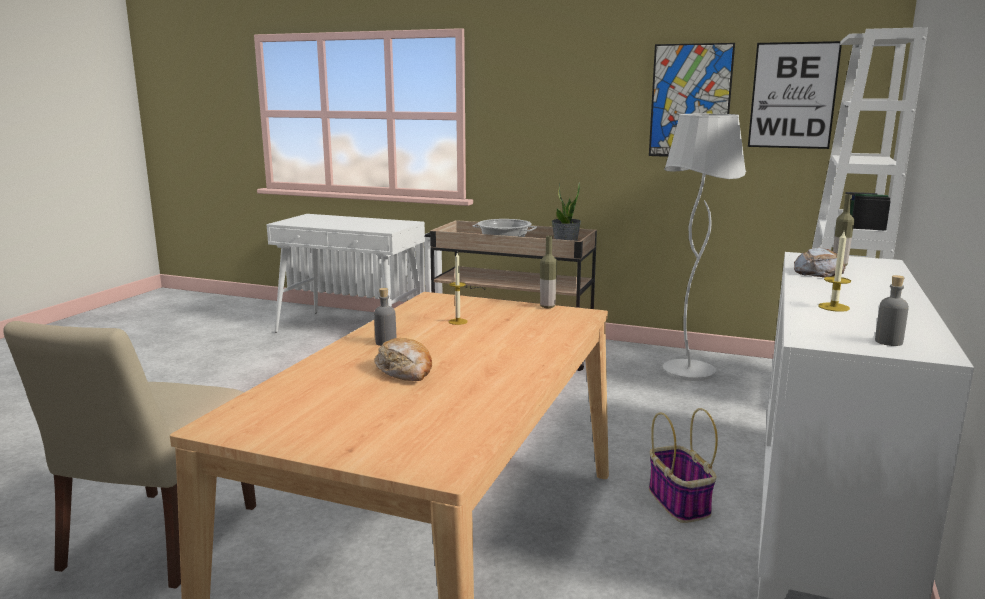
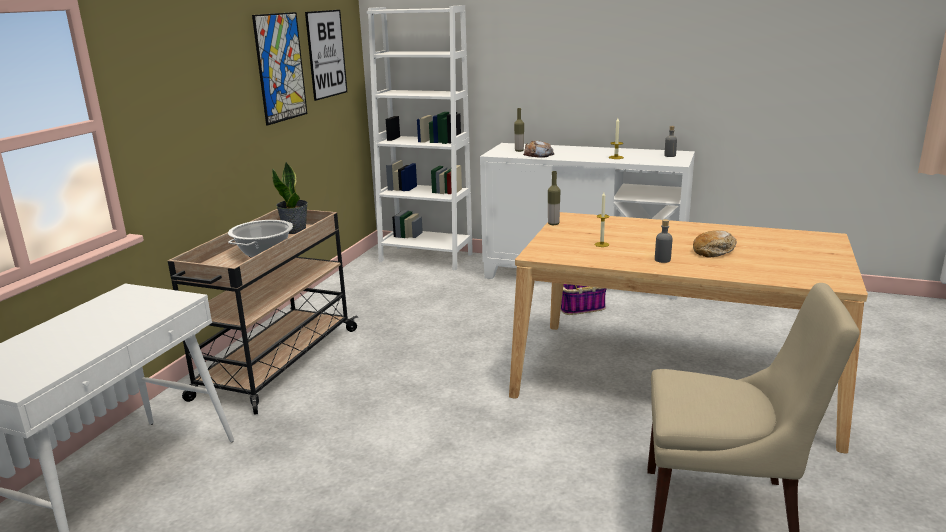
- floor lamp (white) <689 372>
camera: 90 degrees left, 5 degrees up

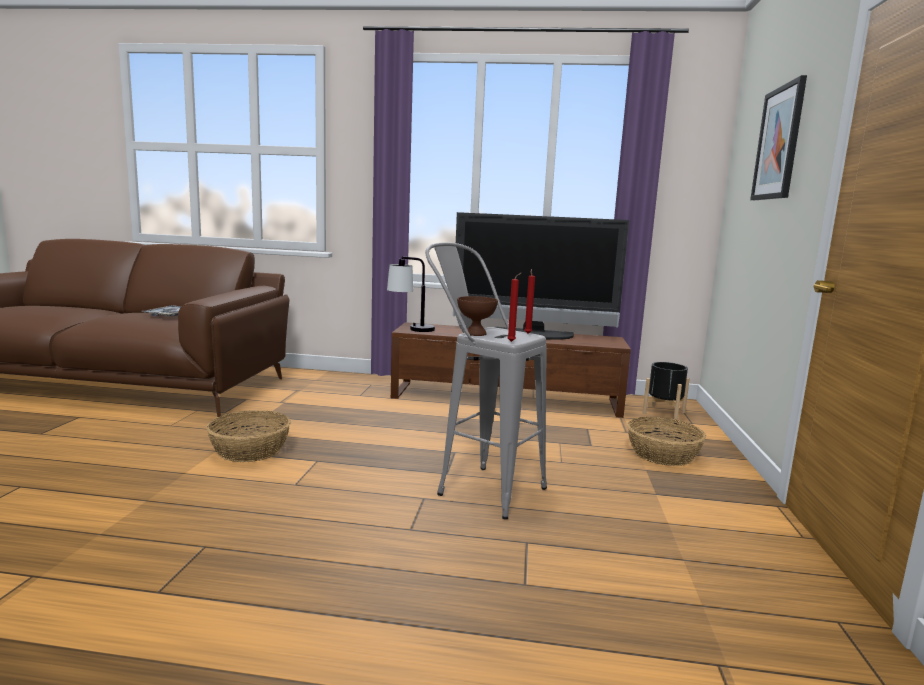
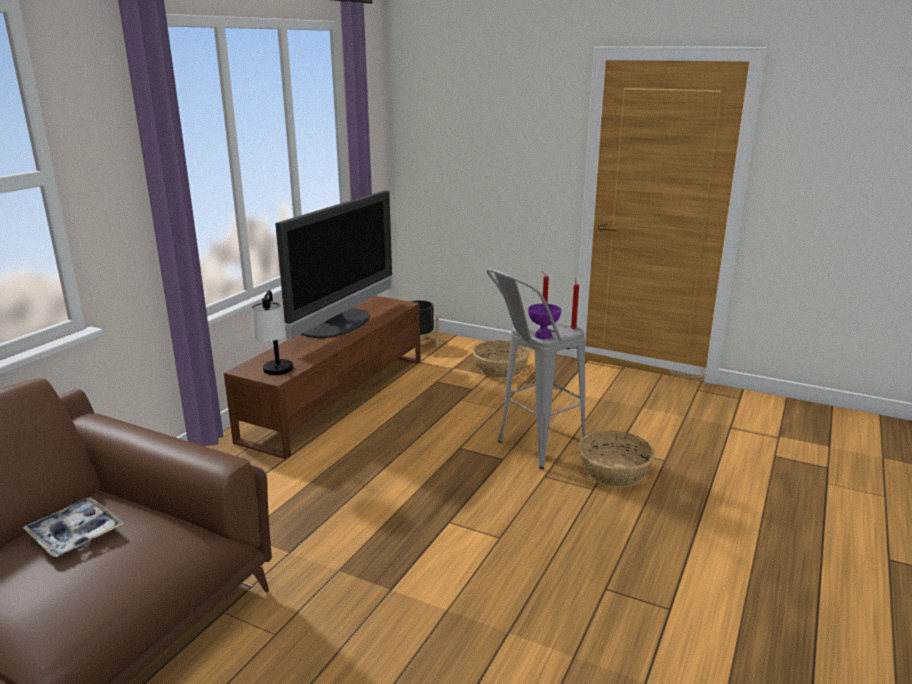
- picture <778 143>
~ basket <250 450> to <613 472>
~ bowl (brown) <476 334> to bowl (purple) <543 335>
camera: 70 degrees left, 10 degrees up

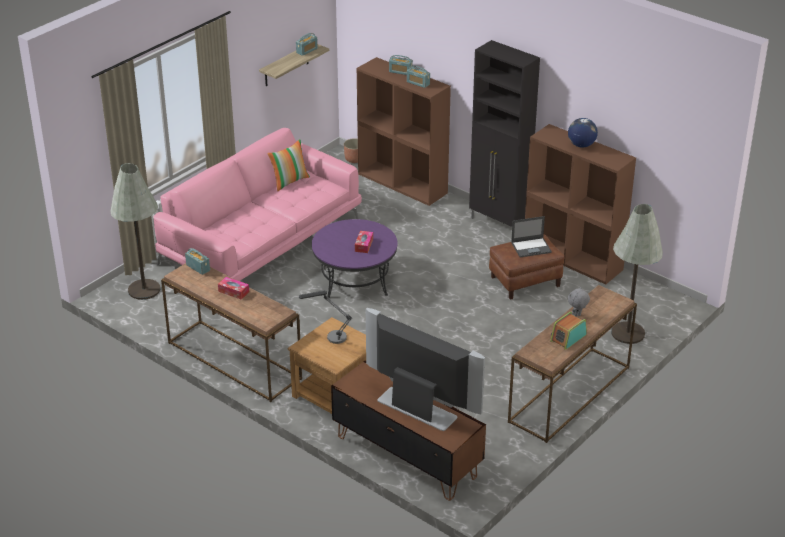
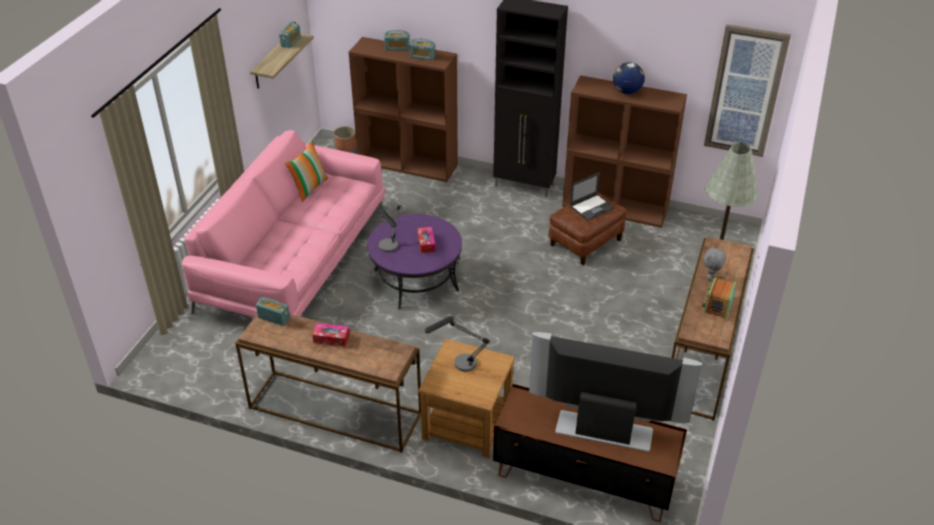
- floor lamp (grey) <144 290>
+ table lamp <390 249>
+ picture <745 91>
camera: 20 degrees left, 5 degrees up

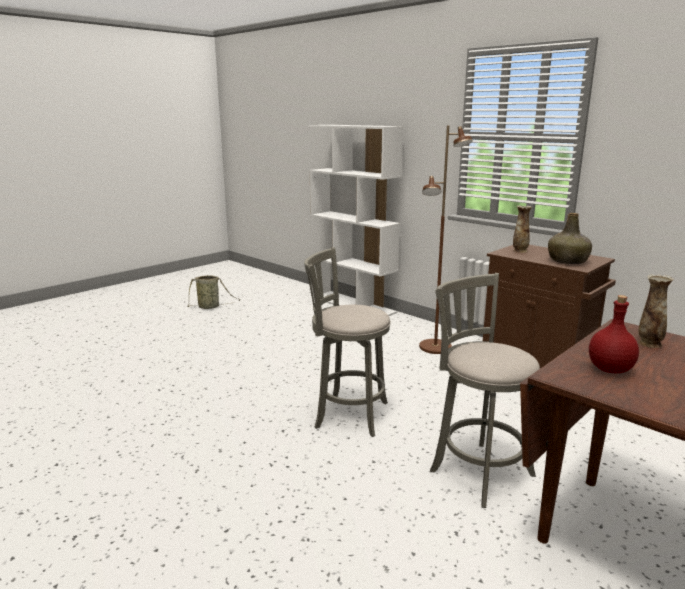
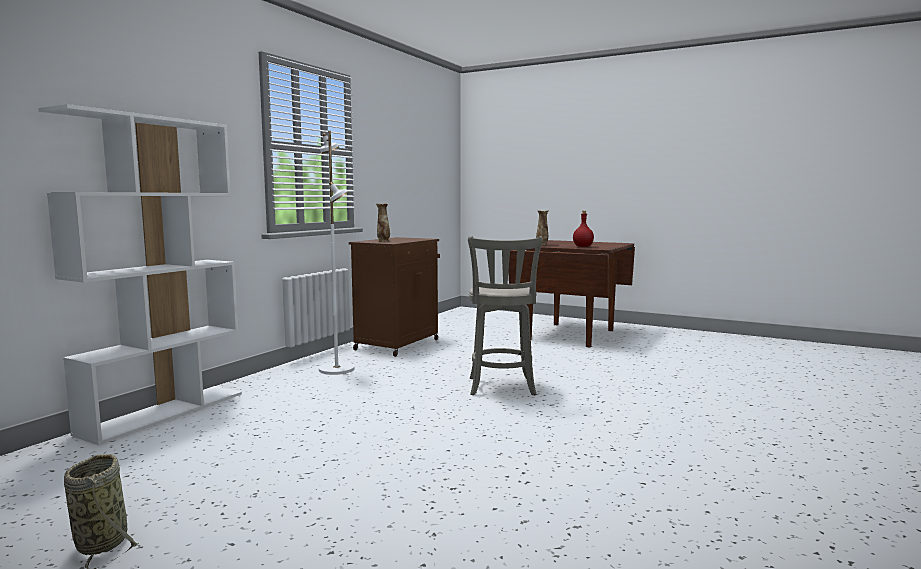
- stool (grey) <477 470>
- bottle (green) <568 261>
~ floor lamp (brown) <435 347> to floor lamp (white) <337 369>
camera: 105 degrees left, 10 degrees down

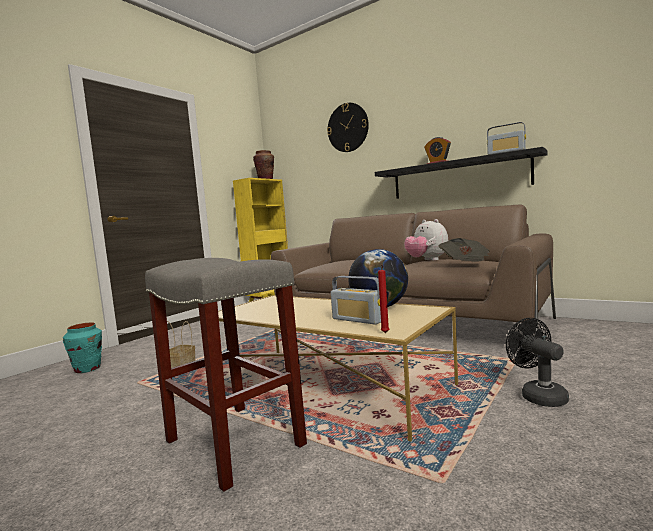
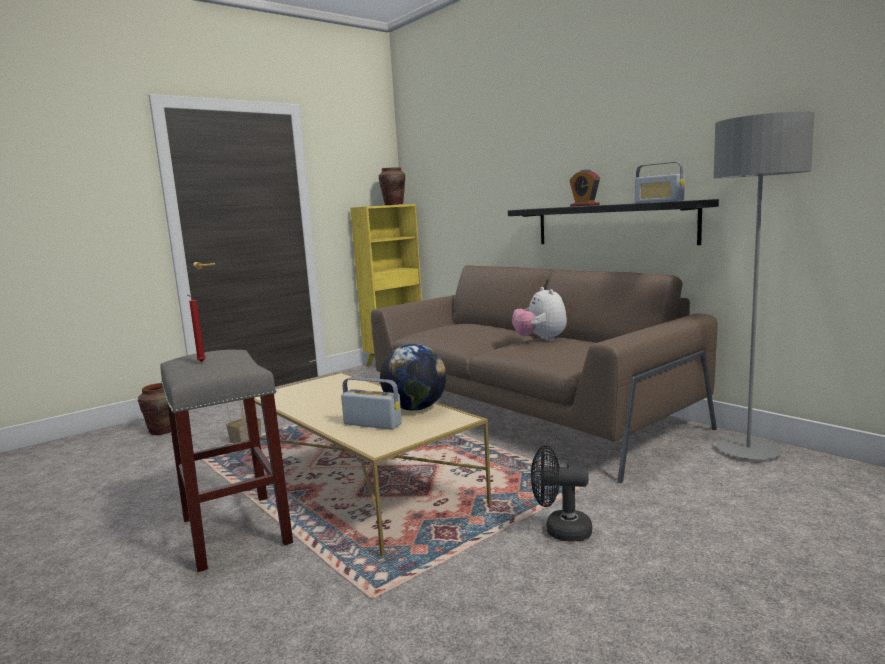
- wall clock <348 127>
- newspaper <466 264>
+ floor lamp (grey) <748 451>
~ candle (red) <385 333> to <200 362>
~ vase (turquoise) <87 369> to vase (brown) <162 431>
~ radio <358 320> = <372 424> 150 degrees clockwise
~ fan (black) <538 395> = <560 530> 75 degrees counterclockwise
camera: 15 degrees right, 5 degrees up

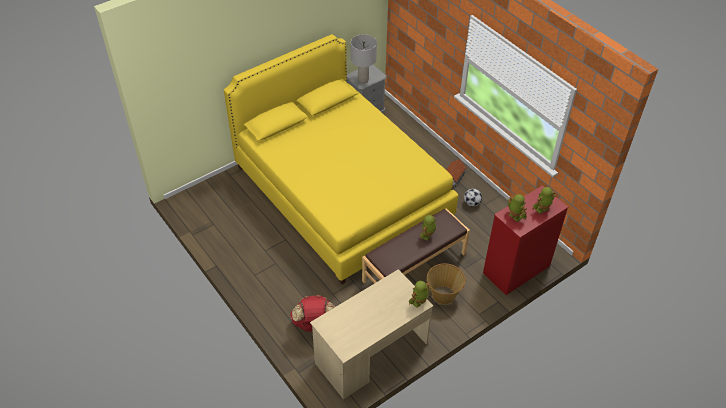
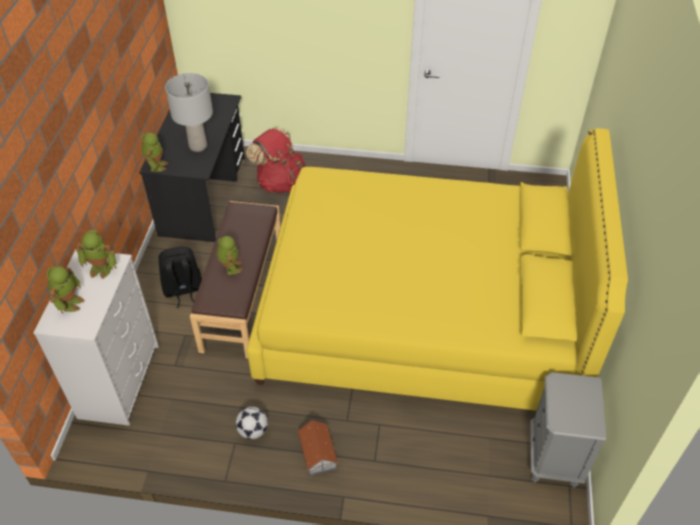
~ table lamp (grey) <363 80> to <197 146>
~ basket <443 294> to backpack (black) <183 290>
~ desk (beige) <371 353> to desk (black) <203 195>
~ dresser (red) <516 270> to dresser (white) <119 380>
camera: 135 degrees right, 0 degrees up

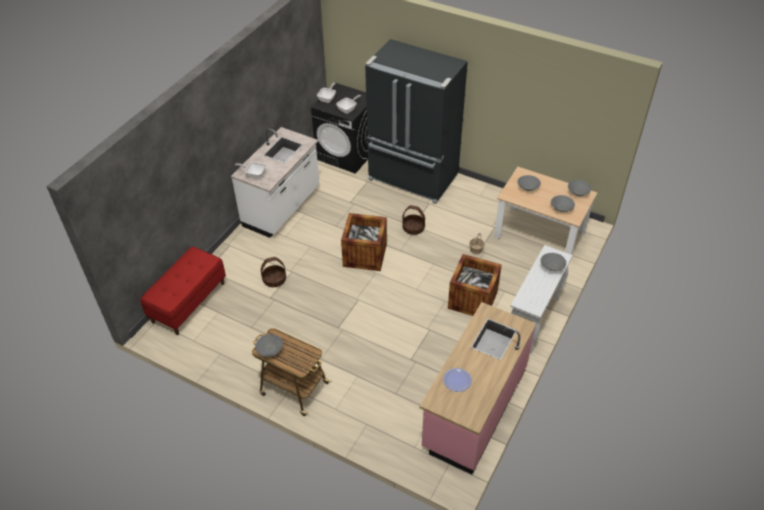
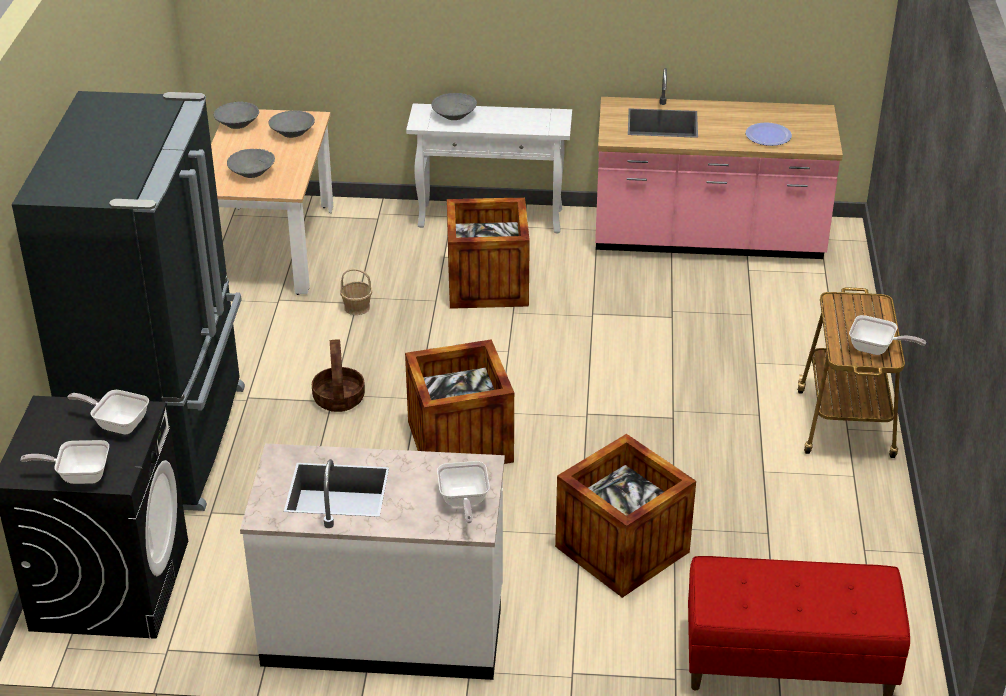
~ bowl (grey) <270 350> to frying pan <876 349>
~ basket <274 280> to crate <622 549>
camera: 115 degrees left, 10 degrees down

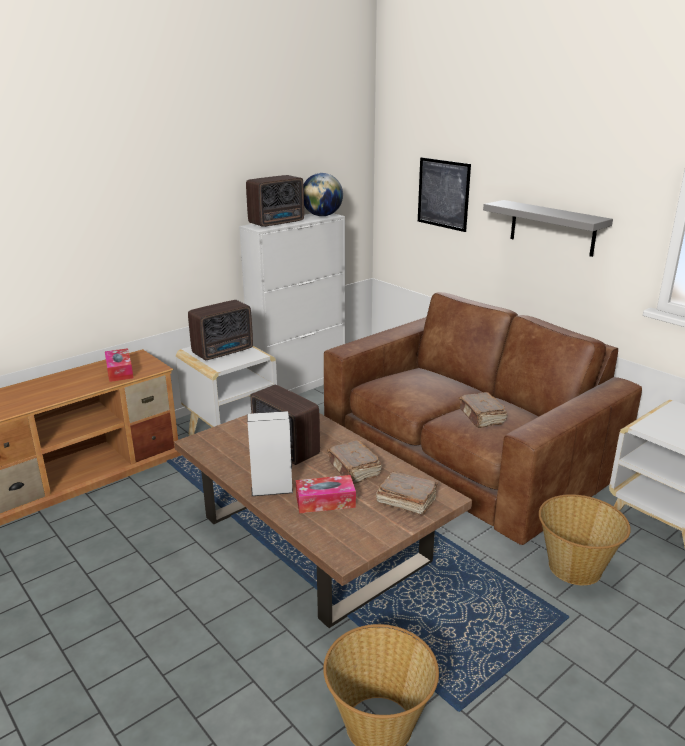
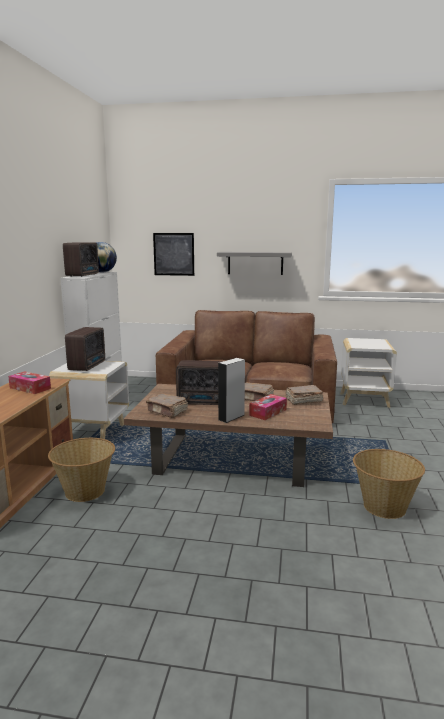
~ book (brown) <481 417> to <167 412>
~ basket <575 568> to <85 492>
camera: 40 degrees left, 10 degrees down

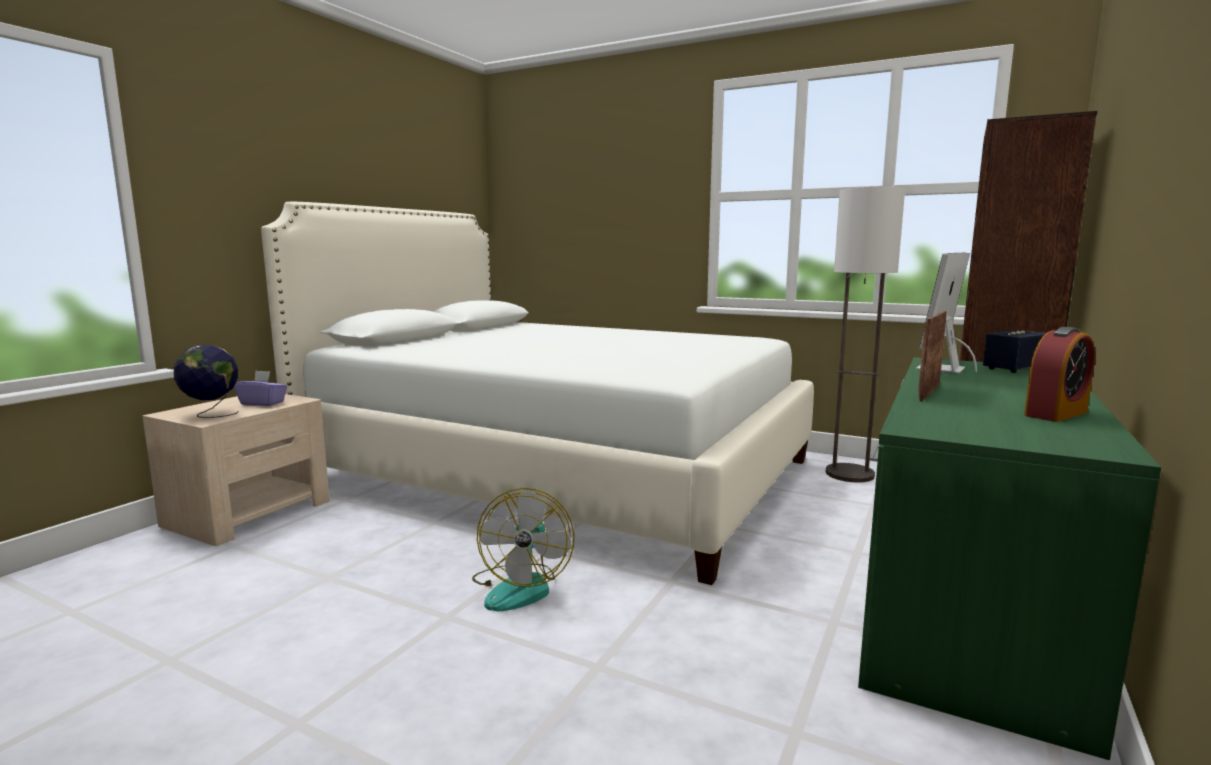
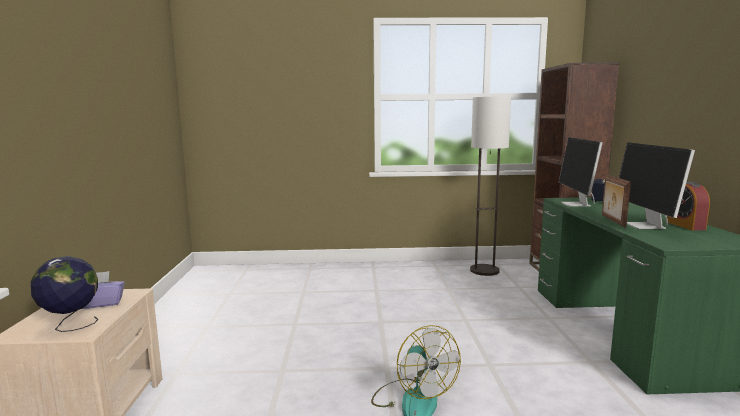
- bed (white) <559 471>
+ monitor <646 226>
~ alarm clock <1055 413> = <685 225> 150 degrees clockwise
camera: 30 degrees left, 0 degrees up

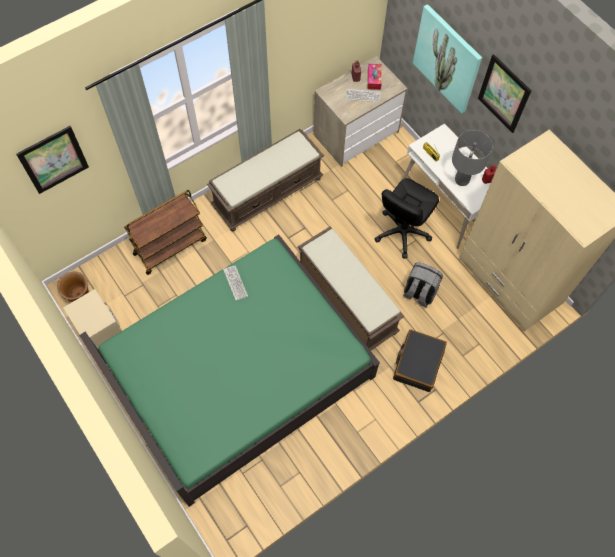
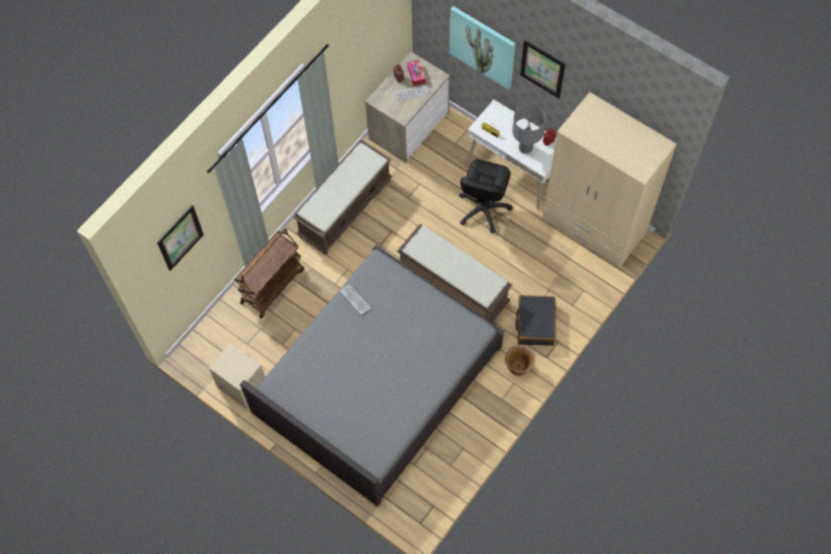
- backpack (grey) <419 293>
~ planter (brown) <79 295> to <518 367>
~ bed (green) <237 371> to bed (grey) <377 380>
camera: 15 degrees left, 0 degrees up

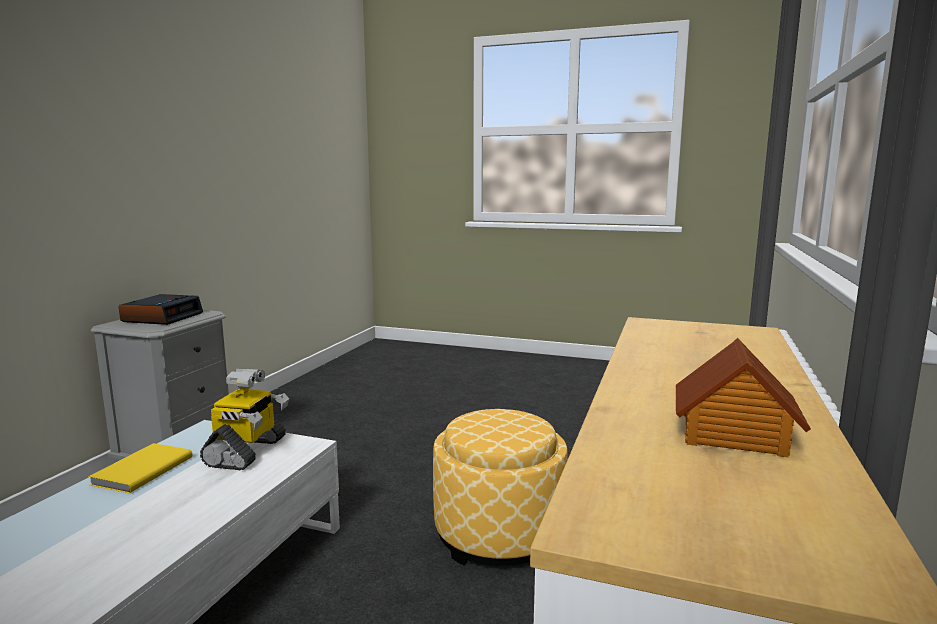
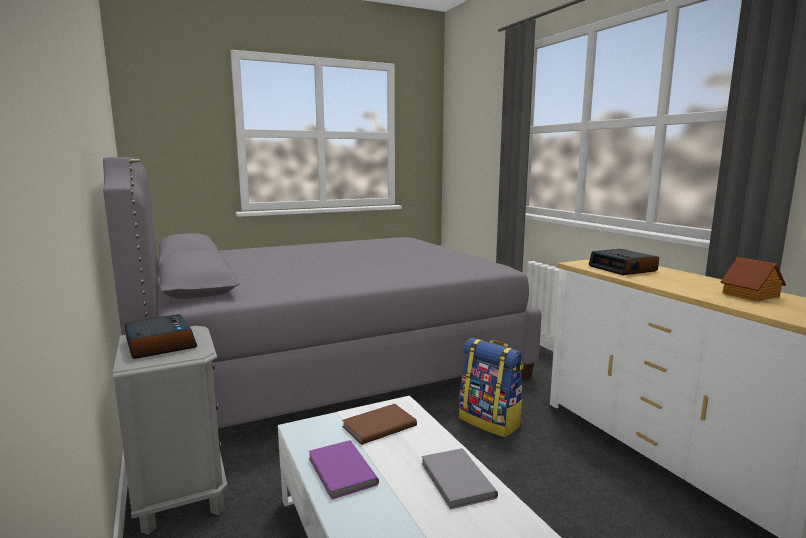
+ bed (grey) <327 363>
+ book (grey) <456 481>
+ alarm clock <623 269>
~ toy robot <247 452> to book (brown) <377 426>
~ ottoman <499 534> to backpack <490 422>
~ book (yellow) <140 471> to book (purple) <340 472>
camera: 45 degrees left, 0 degrees up

